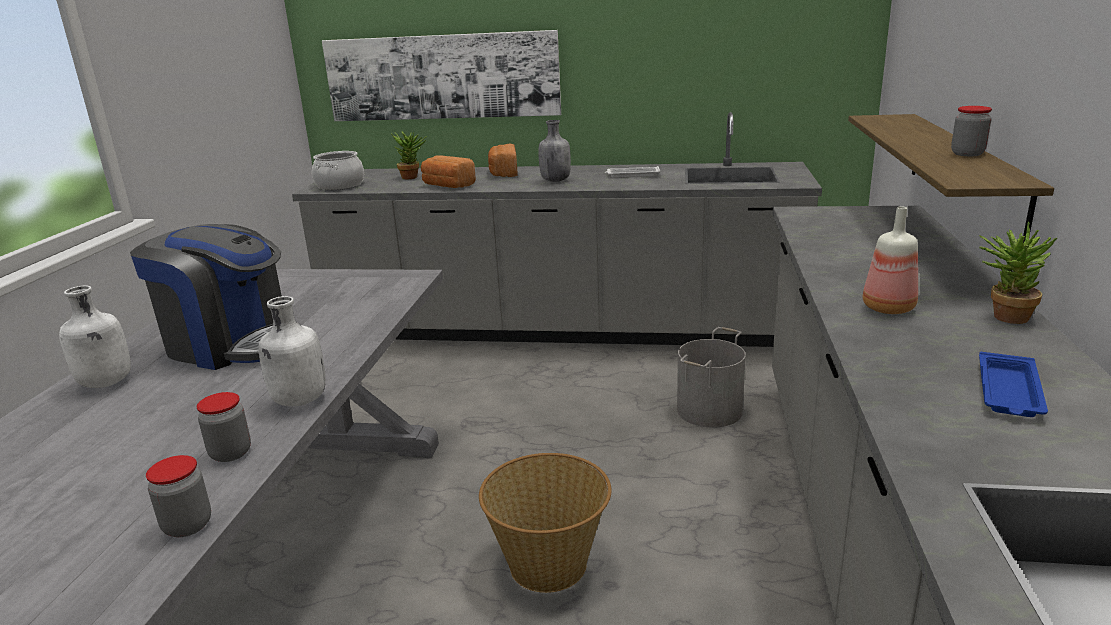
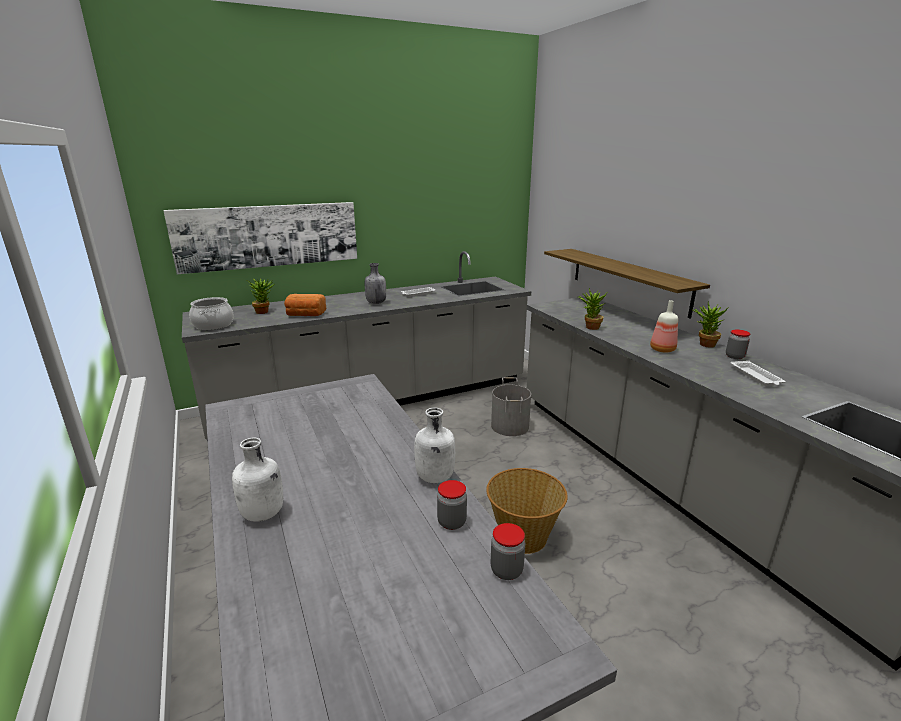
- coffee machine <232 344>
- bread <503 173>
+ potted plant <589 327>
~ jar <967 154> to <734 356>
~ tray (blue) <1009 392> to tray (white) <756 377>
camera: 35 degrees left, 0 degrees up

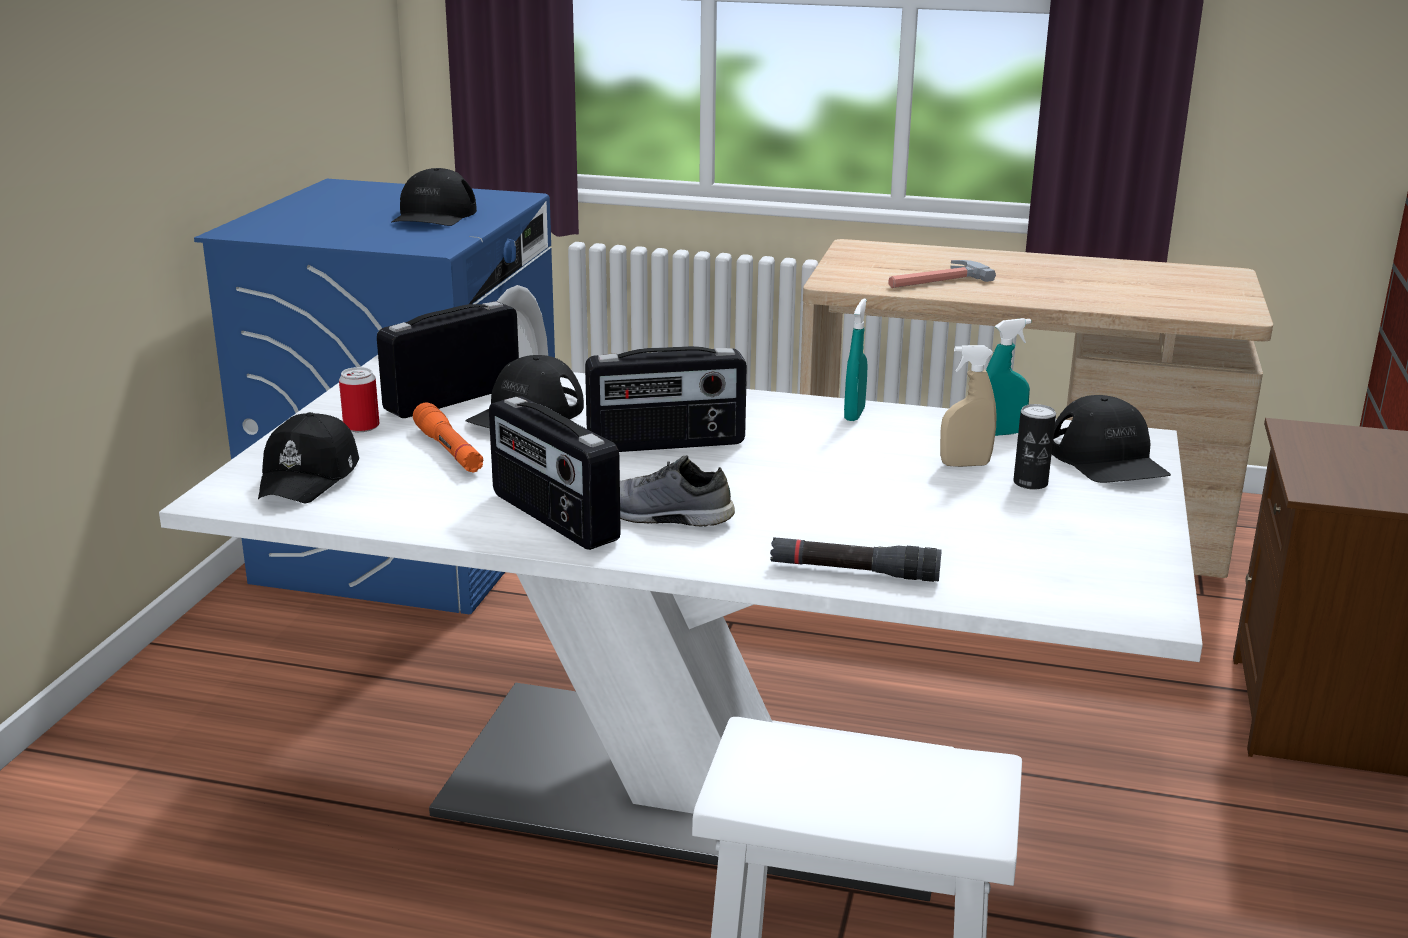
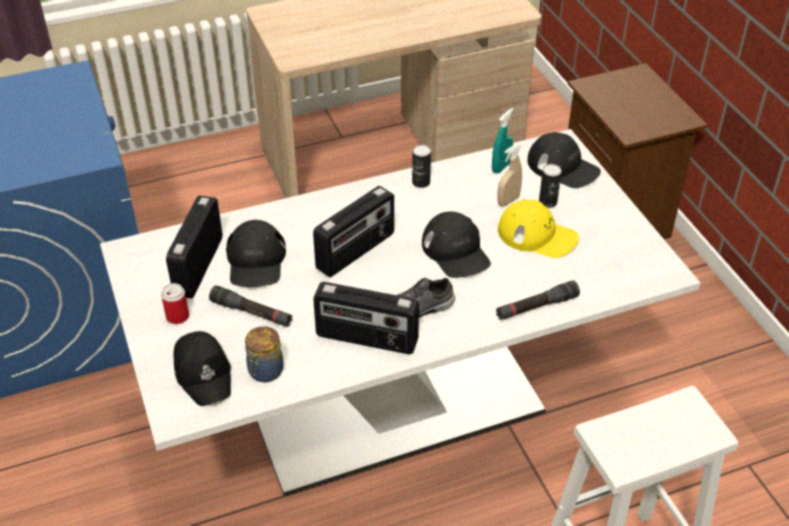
- hammer <935 280>
+ jar <265 372>
+ cap (yellow) <537 235>
~ cap (black) <434 215> to <456 251>
~ spray bottle (turquoise) <854 414> to can <421 182>
~ flashlight (orange) <449 450> to flashlight (black) <251 313>
camera: 35 degrees left, 20 degrees up

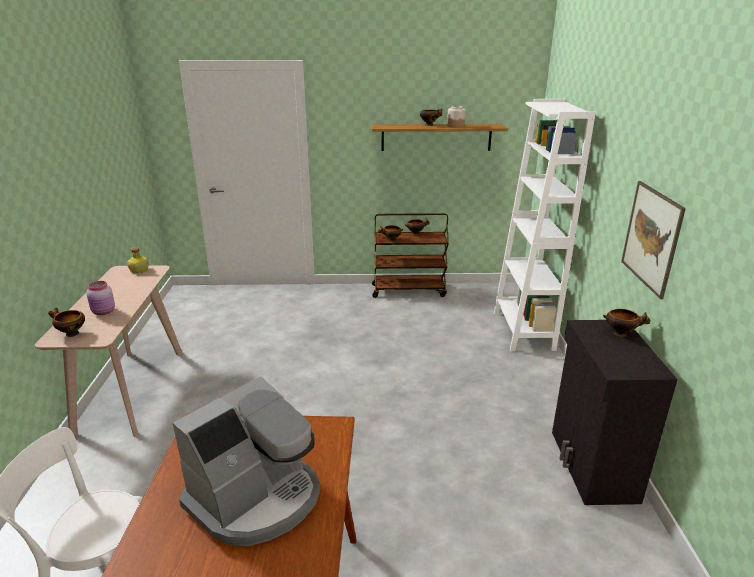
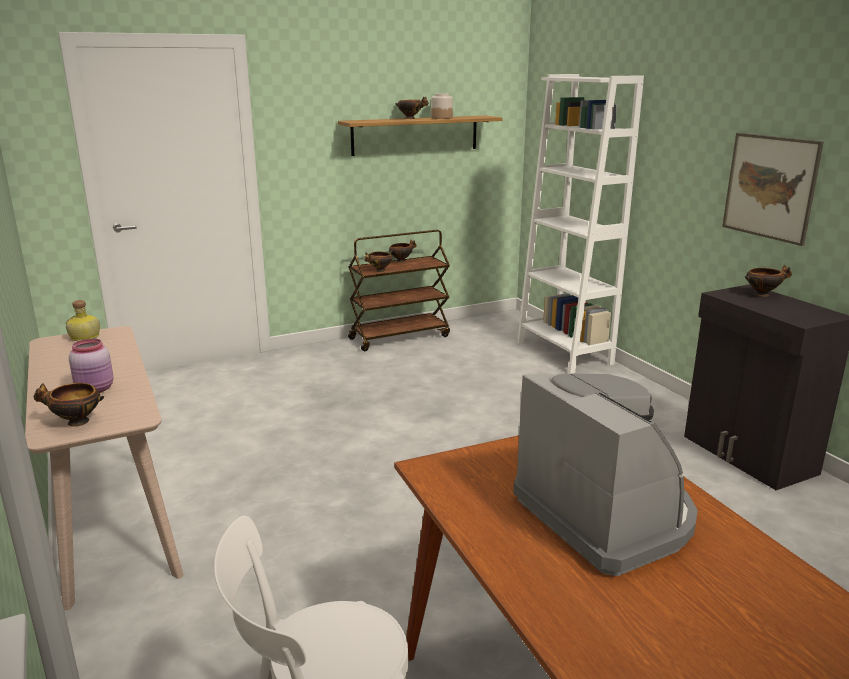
~ coffee machine <256 498> = <606 515> 45 degrees counterclockwise
camera: 25 degrees left, 5 degrees down

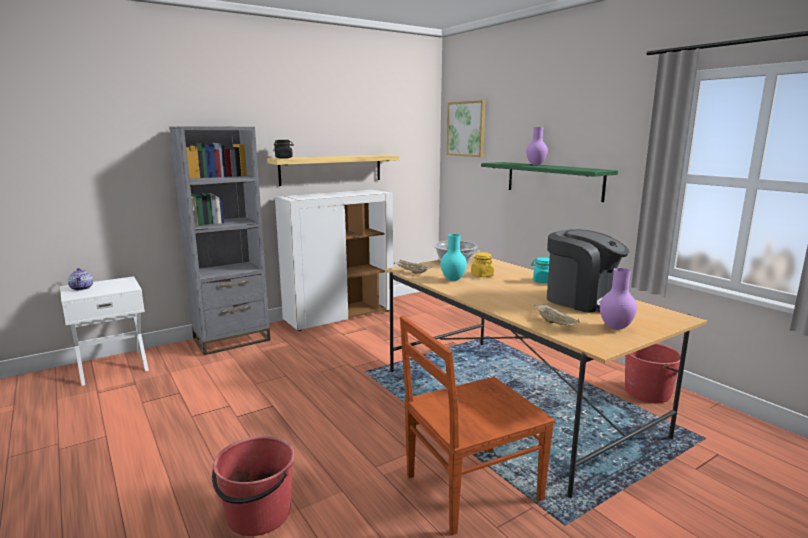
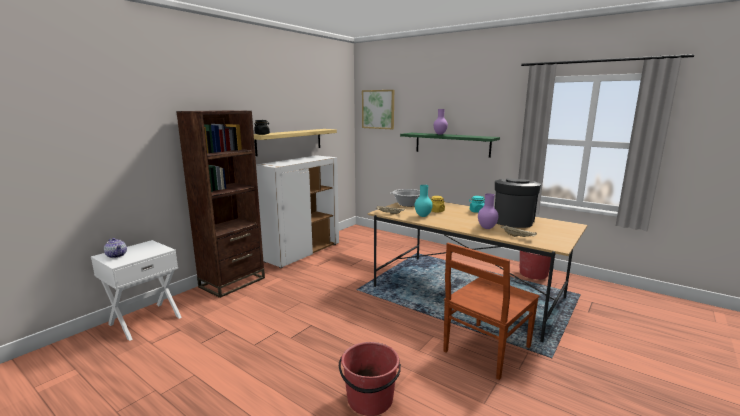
~ vase (purple) <614 328> to <486 228>
~ bookcase (grey) <232 340> to bookcase (brown) <232 282>
~ coffee machine <582 300> = <513 221> 90 degrees counterclockwise
camera: 20 degrees left, 0 degrees up

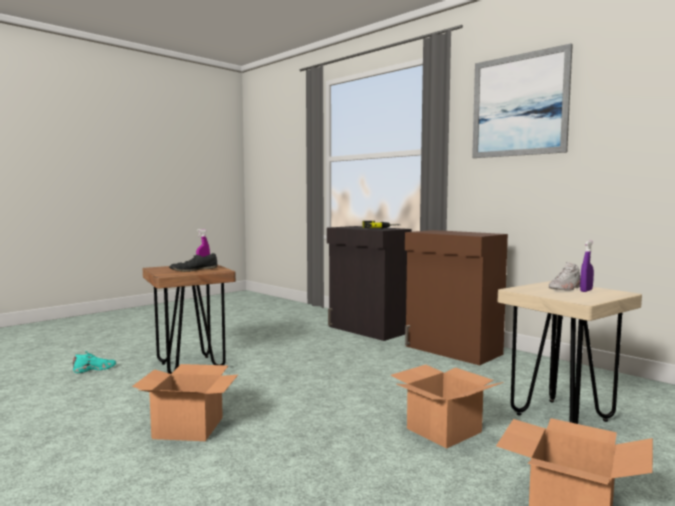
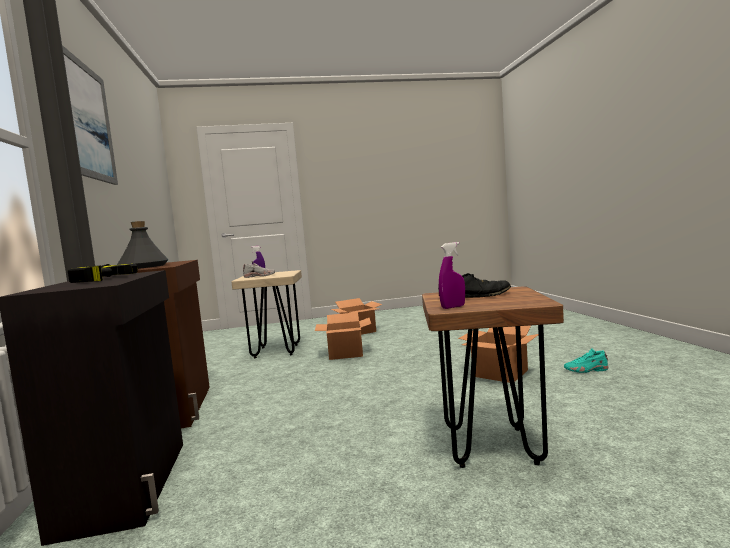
+ bottle (grey) <143 267>
~ shoe (turquoise) <95 369> to <586 370>
camera: 145 degrees left, 0 degrees up

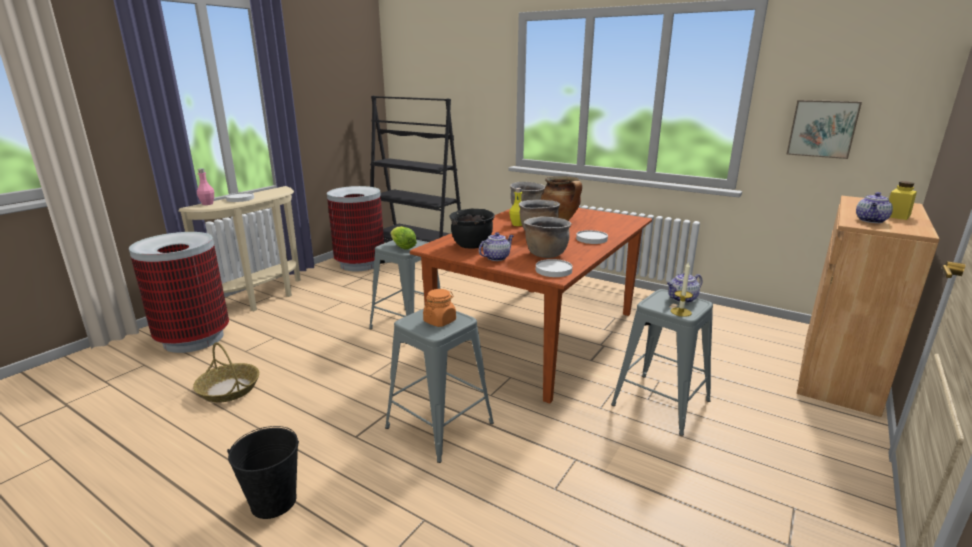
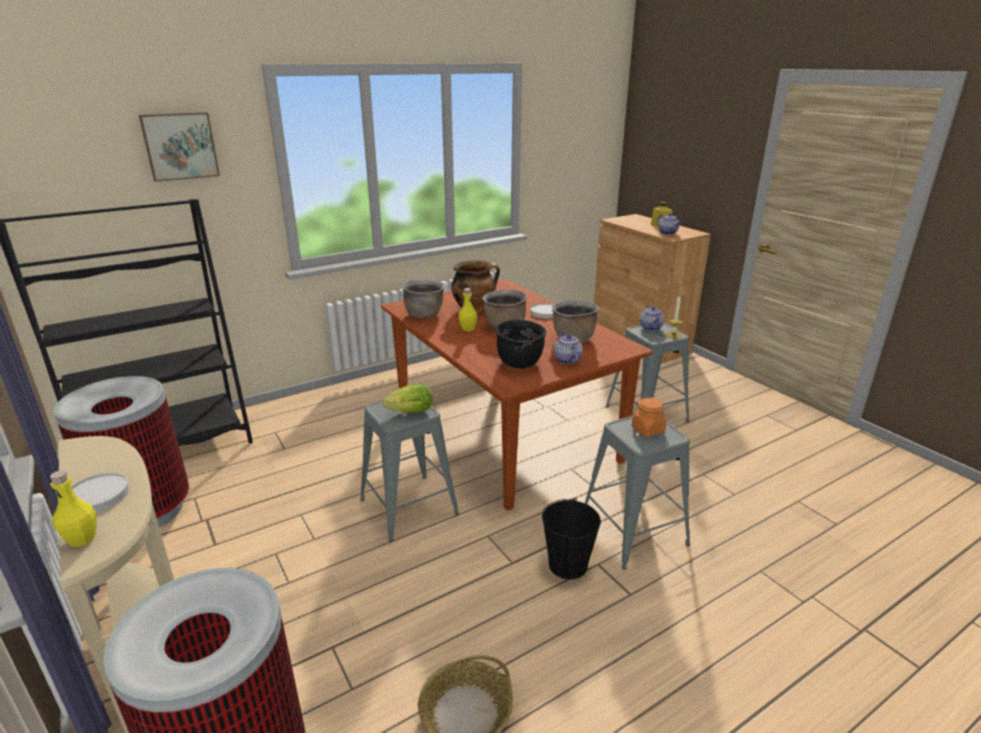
- plate (white) <553 270>
~ bucket (black) <274 502> to <568 565>
~ picture <822 128> to <180 146>
~ bottle (pink) <207 204> to bottle (yellow) <82 539>
camera: 65 degrees left, 5 degrees up

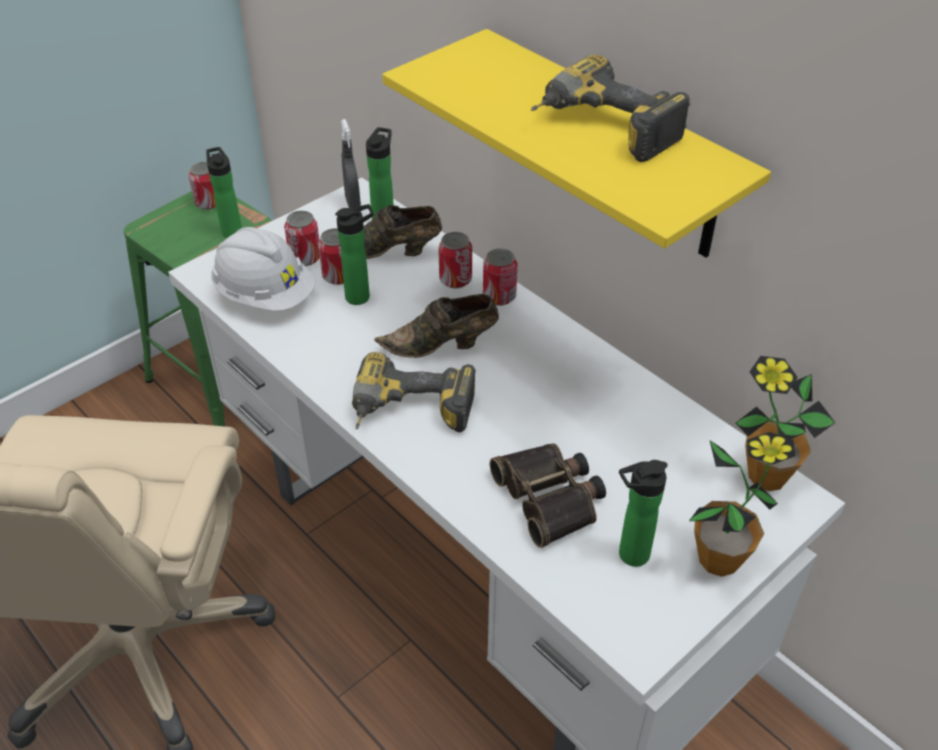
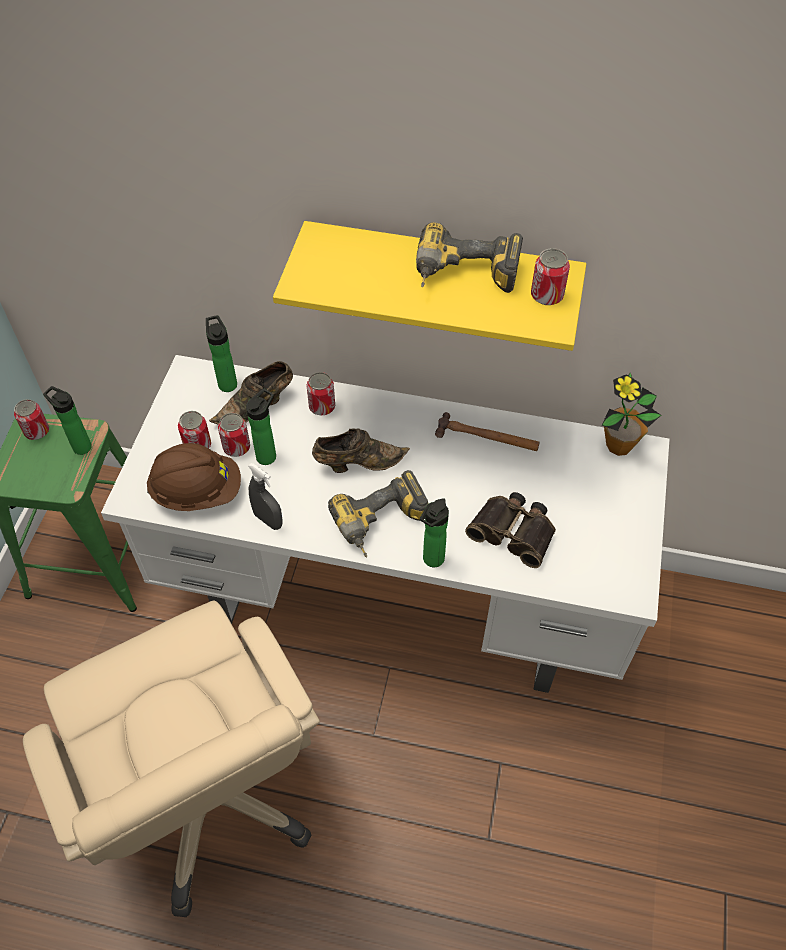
- potted plant <719 559>
+ hammer <487 437>
~ spray bottle (grey) <353 204> to <268 520>
~ can <499 296> to <546 295>
~ bottle <629 555> to <431 561>
~ hard hat (white) <265 295> to hard hat (brown) <197 492>
~ shoe (brown) <442 346> = <358 463> 150 degrees counterclockwise
camera: 35 degrees left, 10 degrees up

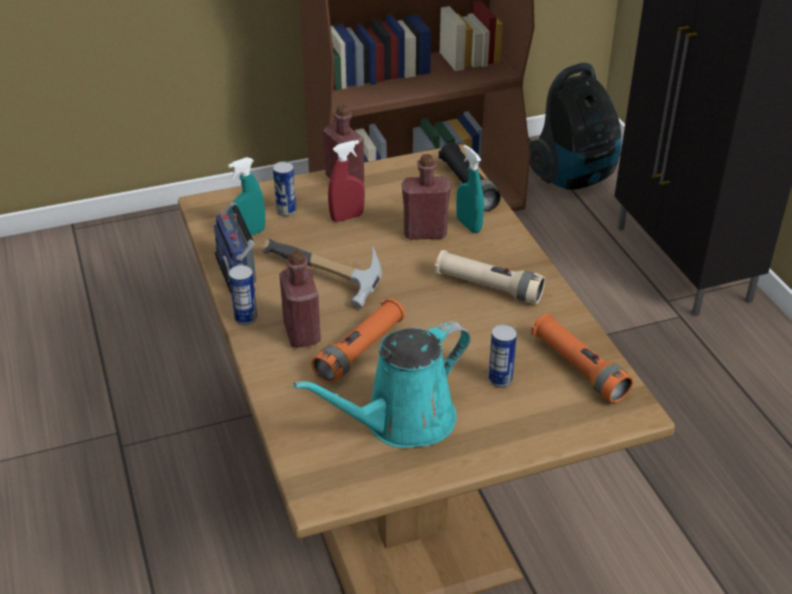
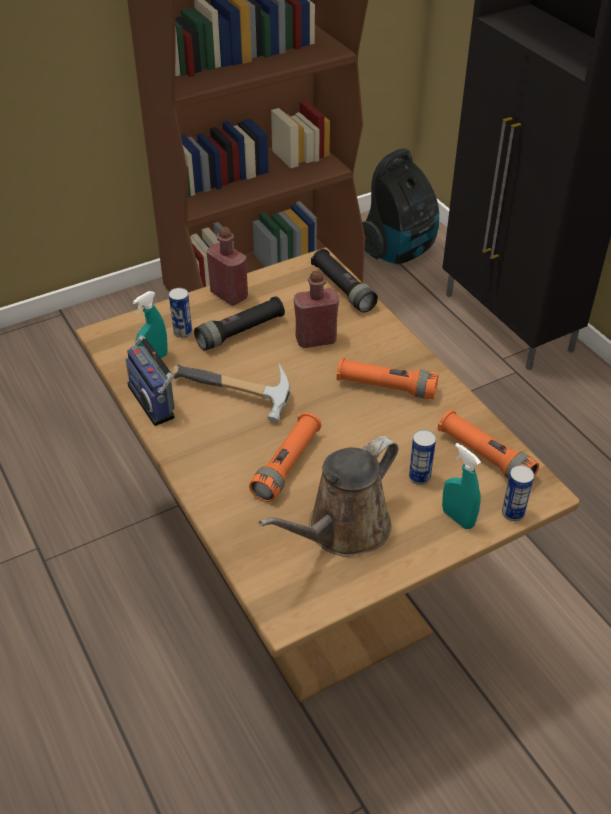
- bottle (red) <302 333>
~ can <245 318> to <513 513>
~ spray bottle (turquoise) <468 225> to <457 518>
~ spray bottle (red) <347 217> to flashlight (black) <240 332>
~ watering can (turquoise) <402 421> to watering can (brown) <342 530>
~ flashlight (beige) <488 287> to flashlight (orange) <386 387>
camera: 10 degrees left, 5 degrees up

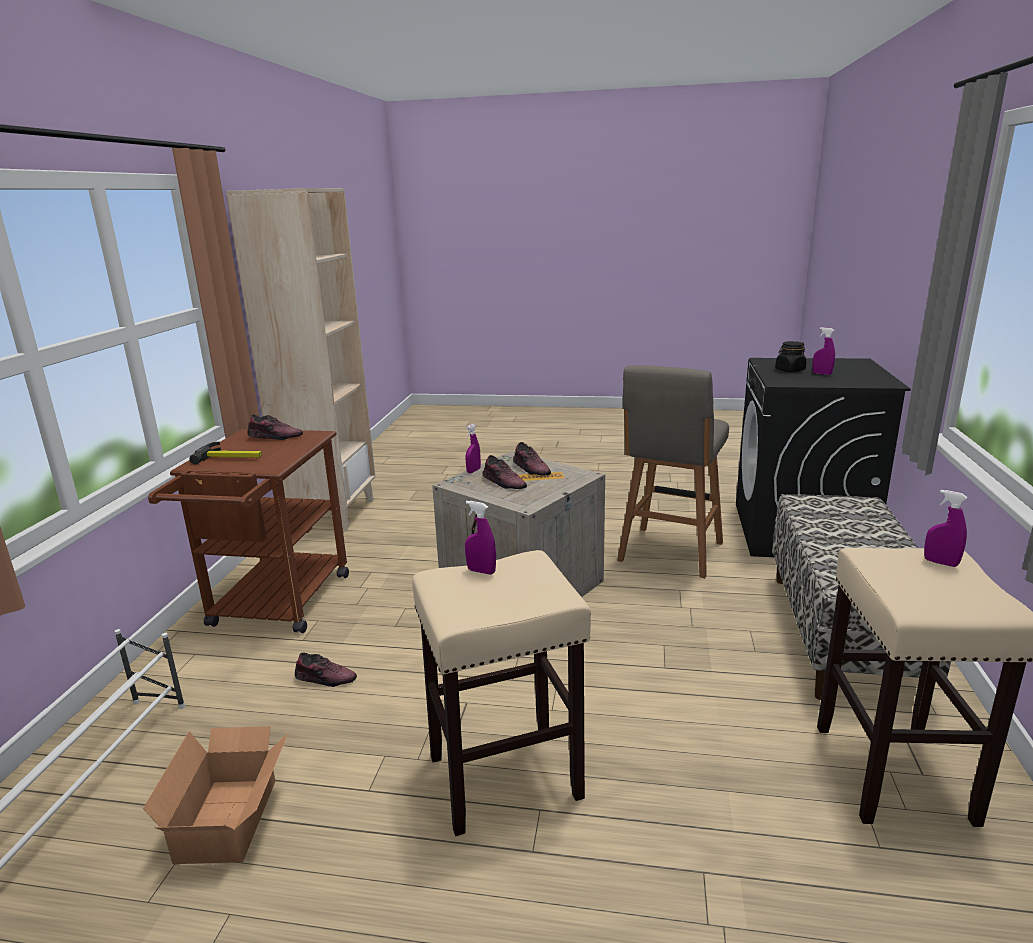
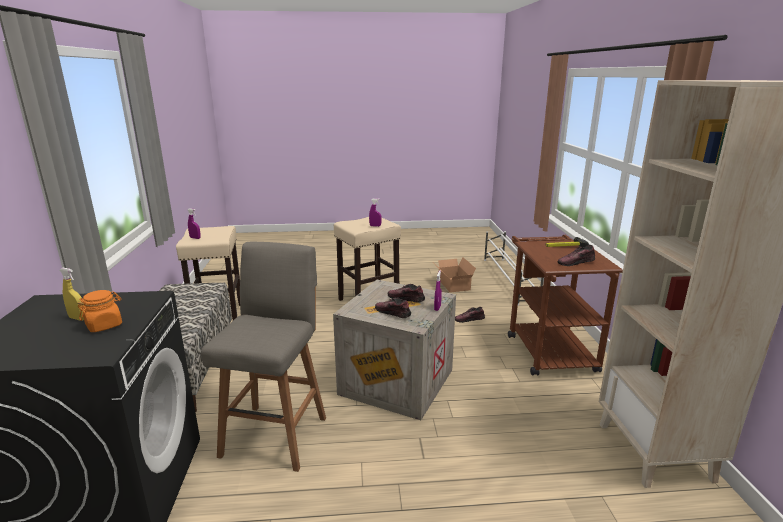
~ jar (black) <790 370> to jar (orange) <104 325>
~ spray bottle (purple) <822 374> to spray bottle (yellow) <78 318>
camera: 165 degrees right, 0 degrees up

